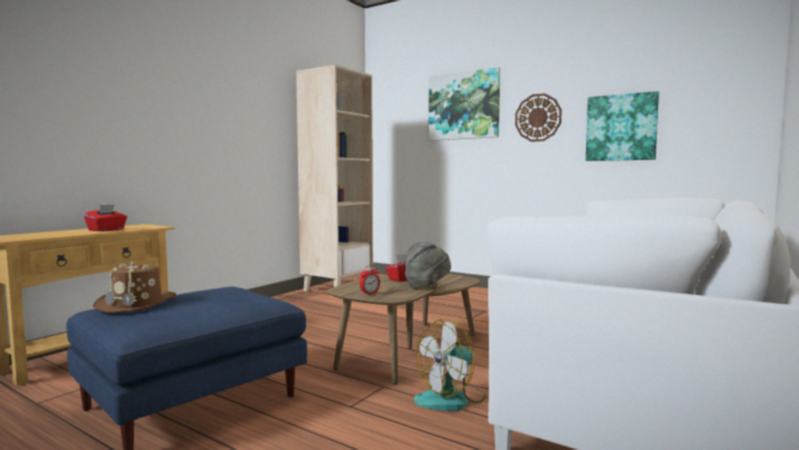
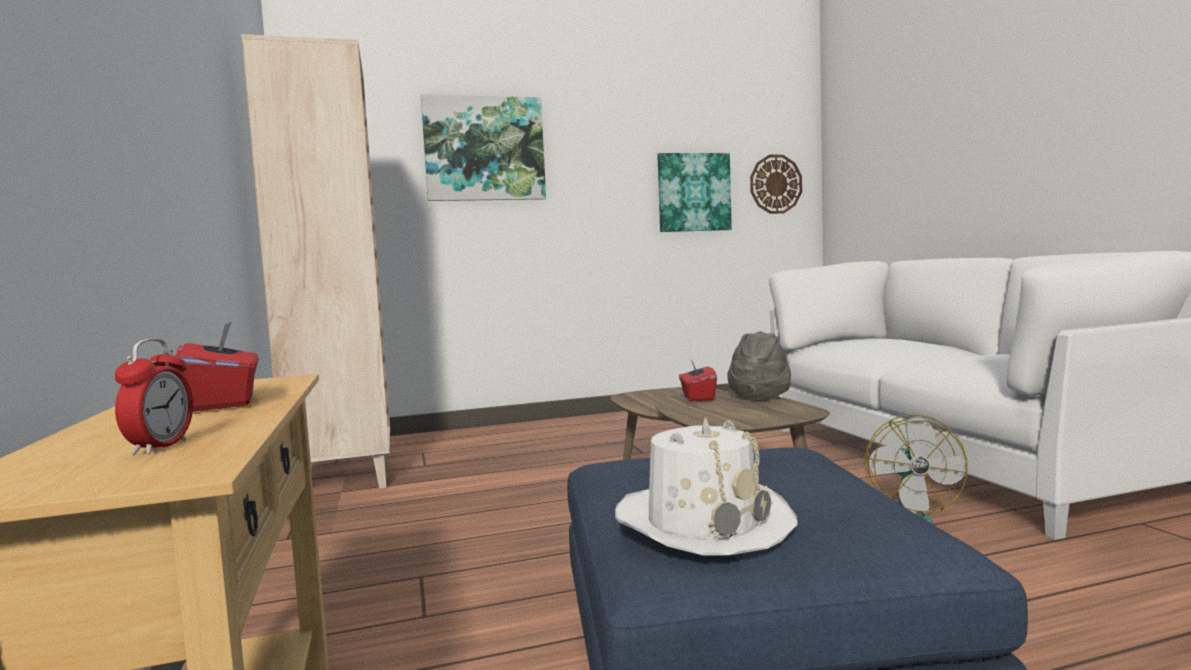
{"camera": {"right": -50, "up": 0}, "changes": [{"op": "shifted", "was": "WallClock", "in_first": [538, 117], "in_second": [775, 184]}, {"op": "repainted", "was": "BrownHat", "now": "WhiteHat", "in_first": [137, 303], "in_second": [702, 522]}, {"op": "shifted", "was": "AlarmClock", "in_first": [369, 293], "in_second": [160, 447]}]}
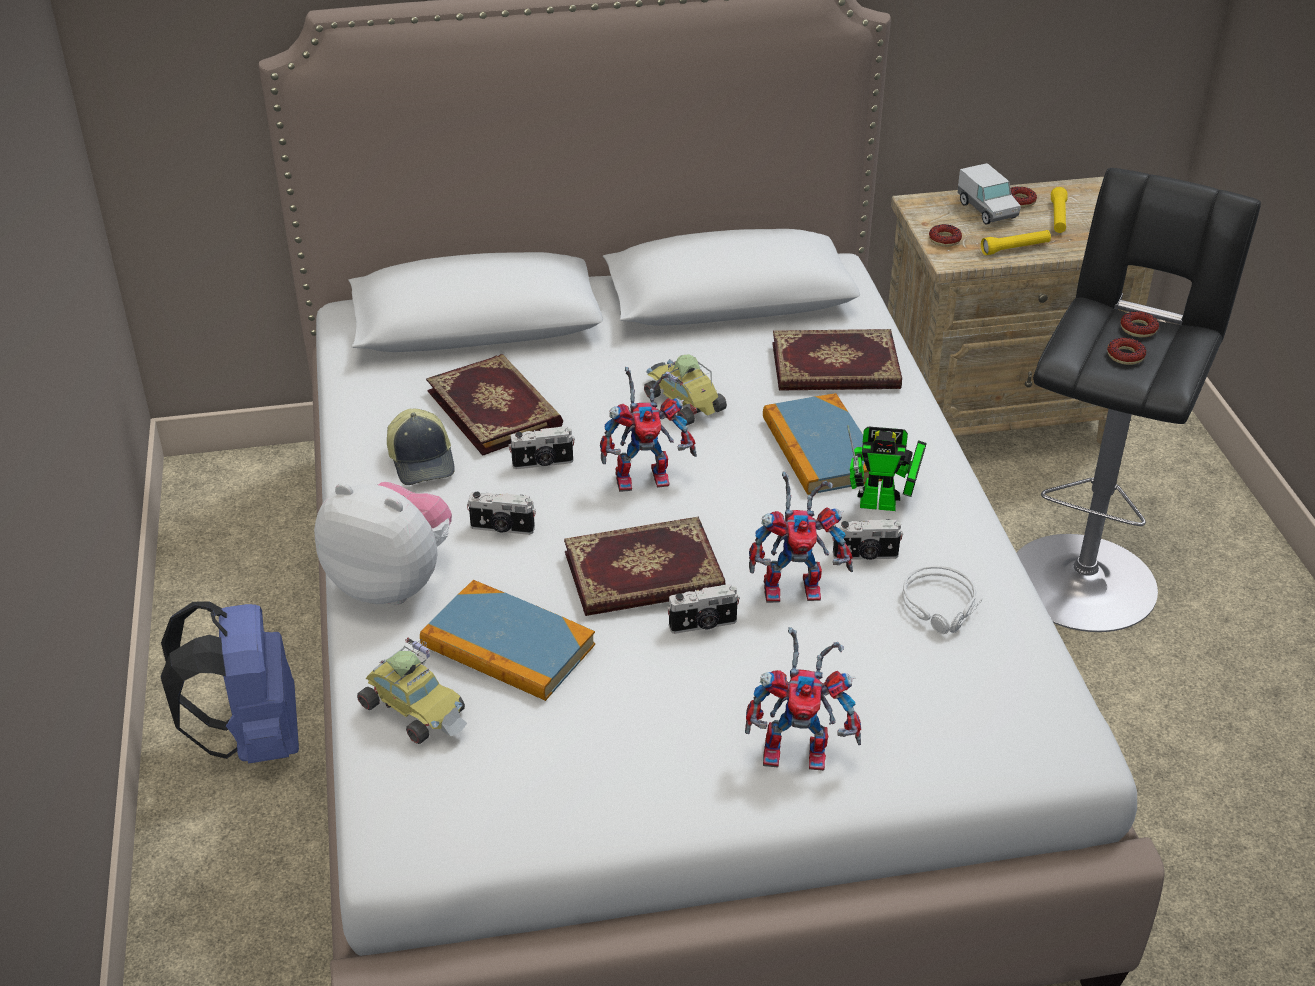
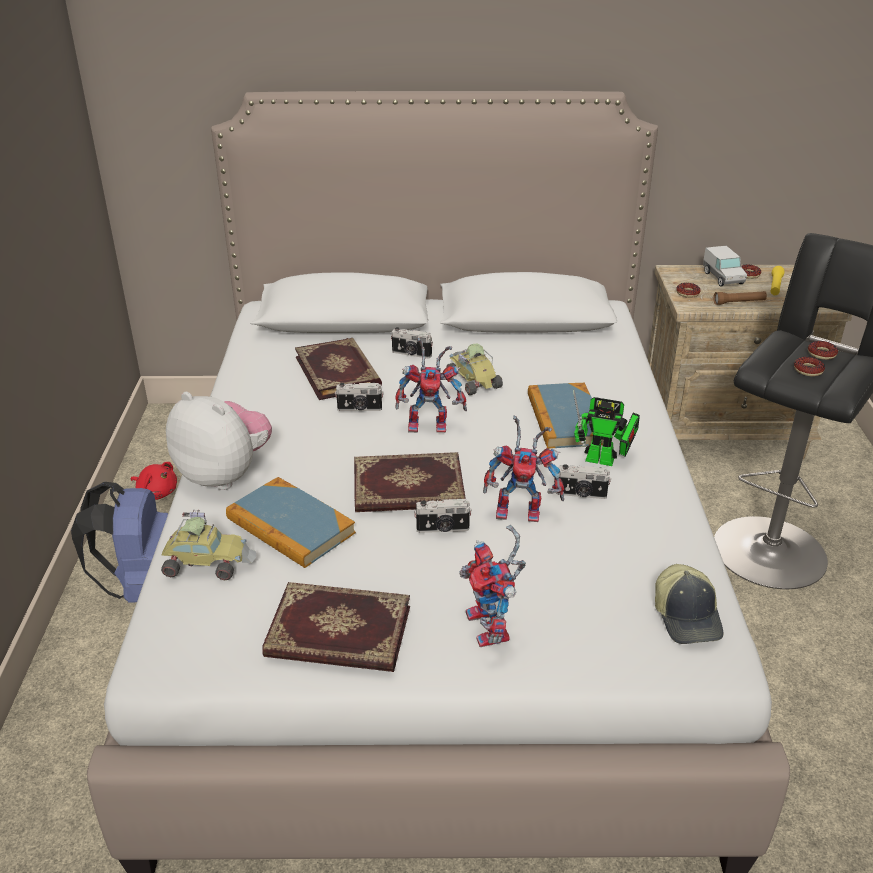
{"camera": {"right": 10, "up": -5}, "changes": [{"op": "repainted", "was": "YellowFlashlight", "now": "BrownFlashlight", "in_first": [1015, 248], "in_second": [739, 302]}, {"op": "shifted", "was": "Book", "in_first": [835, 367], "in_second": [338, 633]}, {"op": "shifted", "was": "Cap", "in_first": [423, 460], "in_second": [687, 616]}, {"op": "shifted", "was": "PhotoCamera", "in_first": [502, 529], "in_second": [411, 354]}, {"op": "gone", "was": "GreyHeadphones", "in_first": [942, 606]}, {"op": "rotated", "was": "ToyRobot", "in_first": [801, 750], "in_second": [493, 630], "clockwise": 60}, {"op": "rotated", "was": "ToyCar", "in_first": [415, 708], "in_second": [207, 562], "clockwise": -45}, {"op": "new", "now": "RedPlushToy", "in_second": [156, 492]}]}
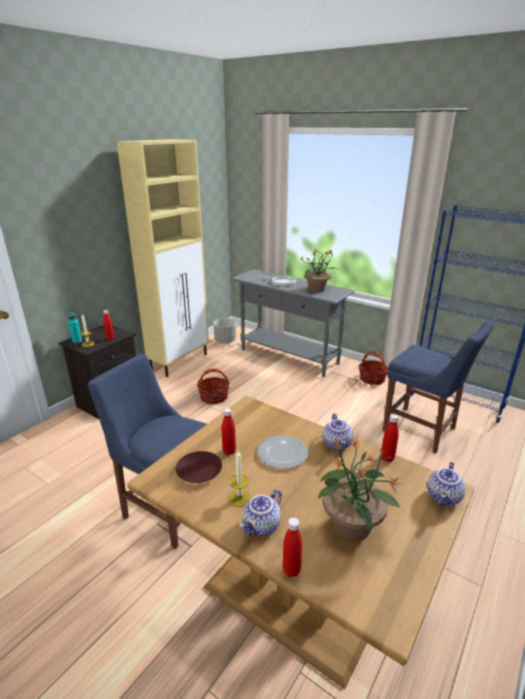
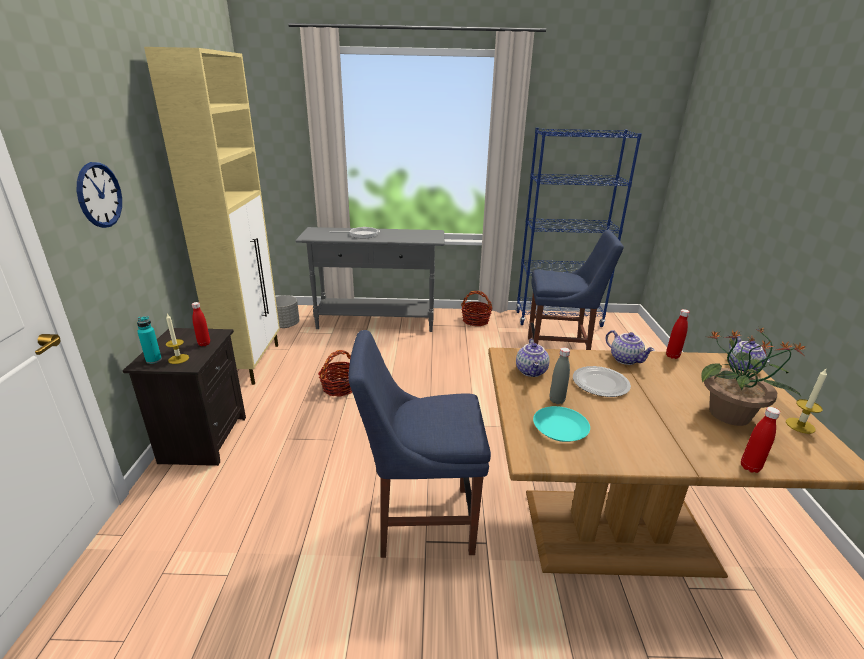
{"camera": {"right": -35, "up": 0}, "changes": [{"op": "gone", "was": "PottedPlant", "in_first": [317, 289]}, {"op": "repainted", "was": "RedBottle", "now": "GreyBottle", "in_first": [229, 451], "in_second": [556, 400]}, {"op": "shifted", "was": "Candle", "in_first": [239, 498], "in_second": [800, 425]}, {"op": "repainted", "was": "BrownPlate", "now": "TurquoisePlate", "in_first": [199, 471], "in_second": [560, 429]}, {"op": "shifted", "was": "Teapot", "in_first": [262, 526], "in_second": [532, 371]}, {"op": "new", "now": "WallClock", "in_second": [99, 195]}]}
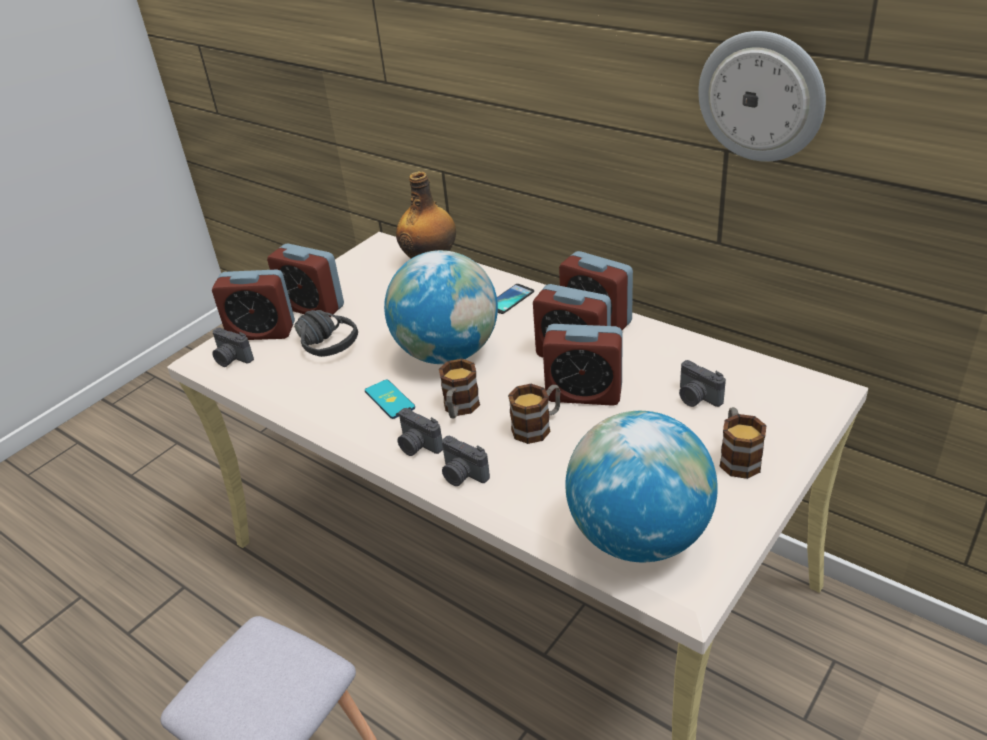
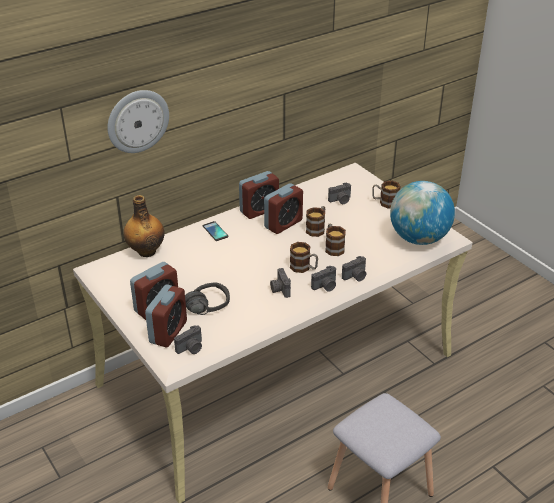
{"camera": {"right": -75, "up": 0}, "changes": [{"op": "shifted", "was": "WallClock", "in_first": [761, 96], "in_second": [137, 121]}, {"op": "gone", "was": "Globe", "in_first": [447, 353]}, {"op": "swapped", "was": "AlarmClock", "now": "Mug", "in_first": [584, 393], "in_second": [317, 228]}, {"op": "swapped", "was": "Phone", "now": "PhotoCamera", "in_first": [389, 399], "in_second": [280, 290]}]}
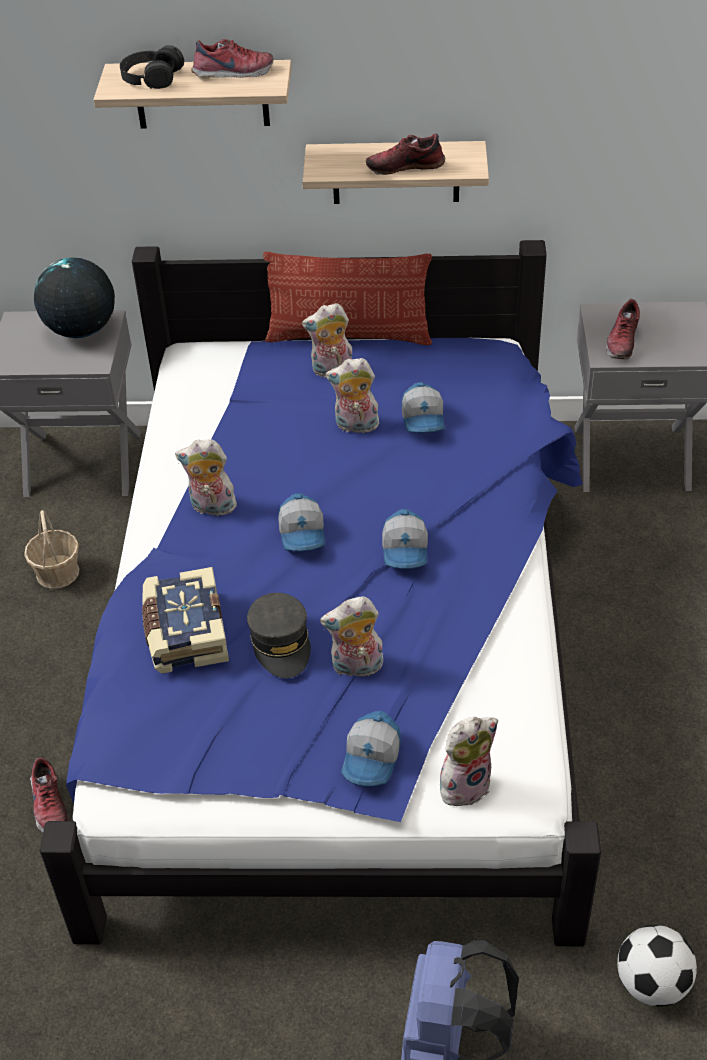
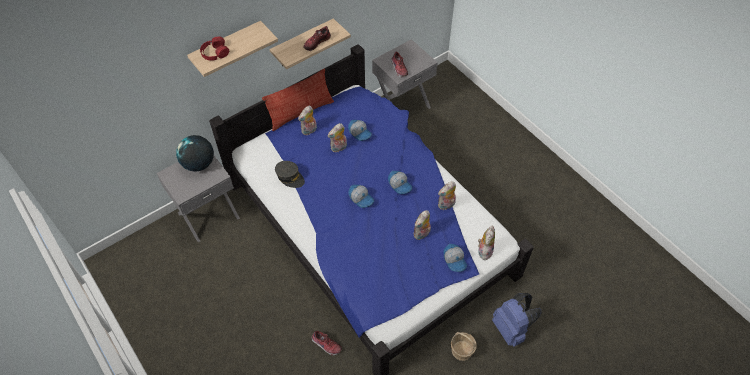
{"camera": {"right": -40, "up": 10}, "changes": [{"op": "gone", "was": "Shoe", "in_first": [233, 73]}, {"op": "repainted", "was": "BlackHeadphones", "now": "RedHeadphones", "in_first": [151, 77], "in_second": [215, 53]}, {"op": "shifted", "was": "PlushToy", "in_first": [211, 508], "in_second": [446, 205]}, {"op": "shifted", "was": "Basket", "in_first": [58, 572], "in_second": [461, 350]}, {"op": "gone", "was": "Book", "in_first": [184, 633]}, {"op": "shifted", "was": "GreyCap", "in_first": [281, 643], "in_second": [290, 177]}, {"op": "gone", "was": "Football", "in_first": [652, 984]}]}
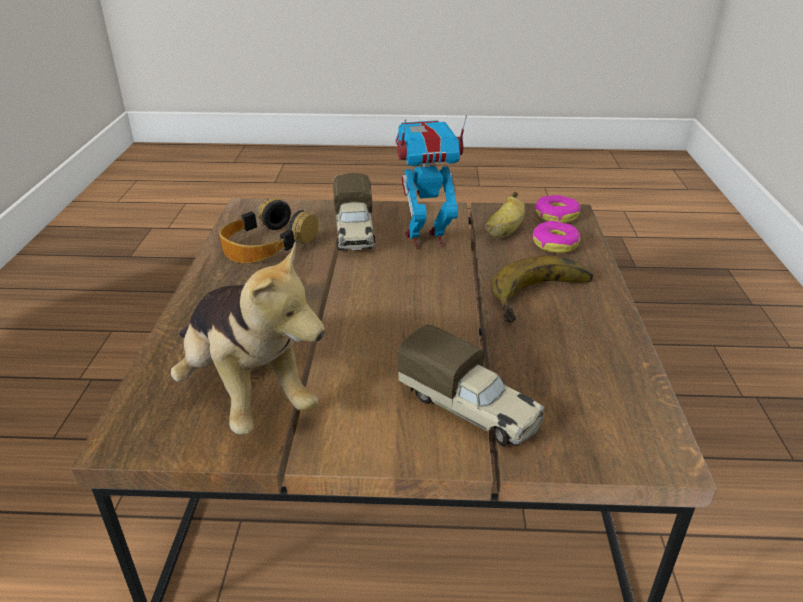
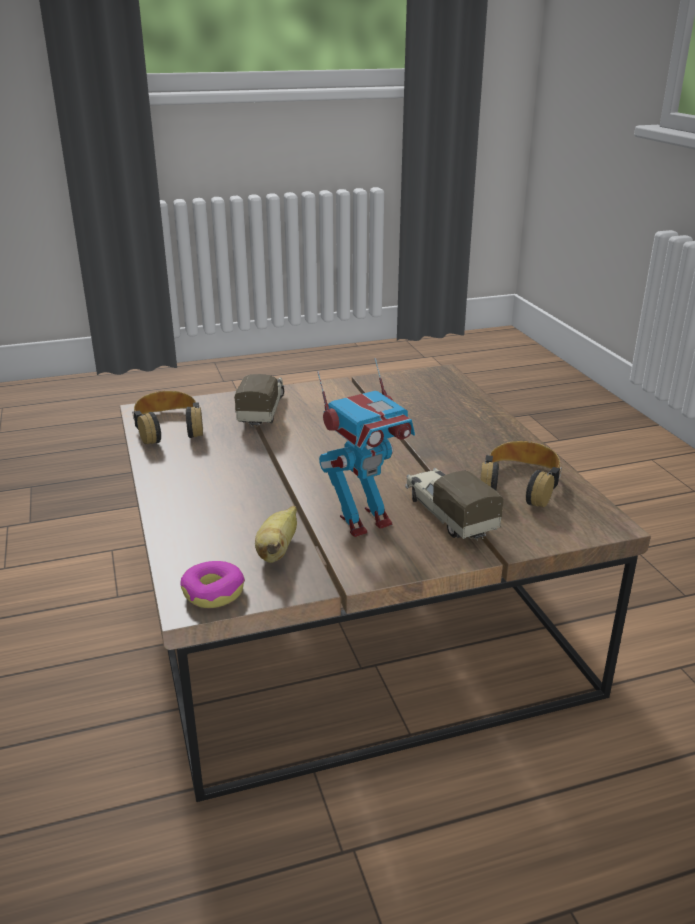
{"camera": {"right": 160, "up": -5}, "changes": [{"op": "gone", "was": "Donut", "in_first": [555, 244]}, {"op": "gone", "was": "PlushToy", "in_first": [245, 392]}, {"op": "gone", "was": "Banana", "in_first": [546, 299]}, {"op": "rotated", "was": "ToyTruck", "in_first": [470, 409], "in_second": [262, 410], "clockwise": 75}, {"op": "new", "now": "Headphones", "in_second": [169, 427]}]}
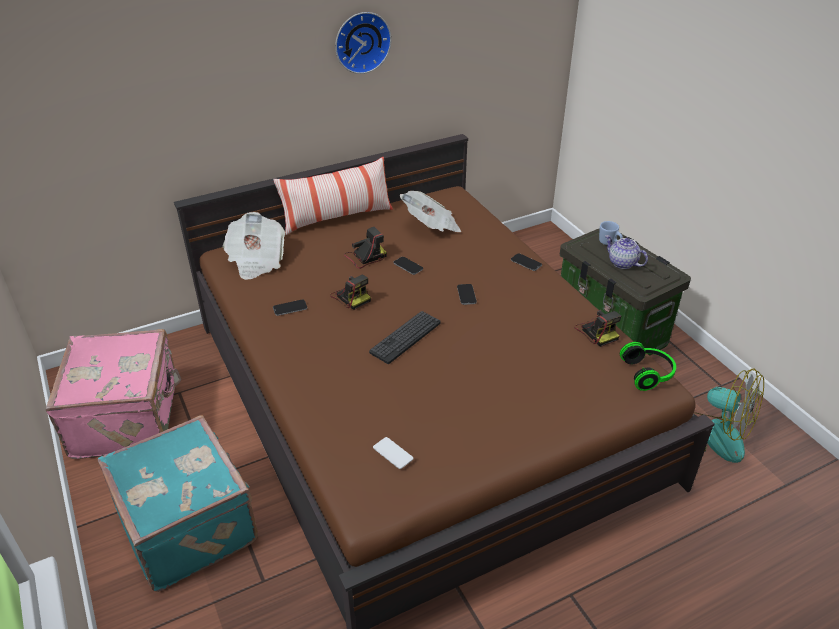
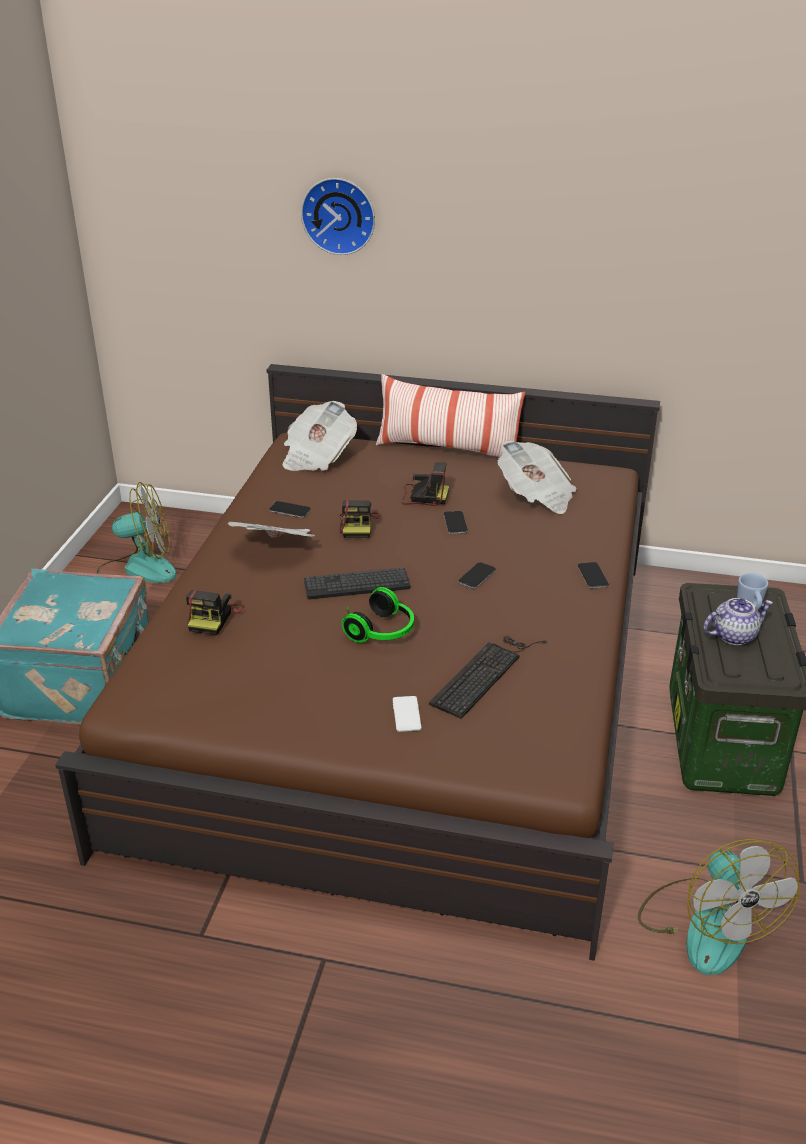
{"camera": {"right": 40, "up": -5}, "changes": [{"op": "shifted", "was": "WallClock", "in_first": [361, 41], "in_second": [339, 215]}, {"op": "rotated", "was": "Teapot", "in_first": [622, 263], "in_second": [734, 635], "clockwise": 75}, {"op": "shifted", "was": "PhotoCamera", "in_first": [596, 331], "in_second": [214, 618]}, {"op": "swapped", "was": "PinkSuitcase", "now": "Fan", "in_first": [129, 417], "in_second": [137, 571]}, {"op": "shifted", "was": "Headphones", "in_first": [648, 374], "in_second": [383, 632]}, {"op": "shifted", "was": "Phone", "in_first": [393, 453], "in_second": [406, 714]}, {"op": "new", "now": "Newspaper", "in_second": [277, 549]}, {"op": "new", "now": "Keyboard", "in_second": [485, 673]}]}
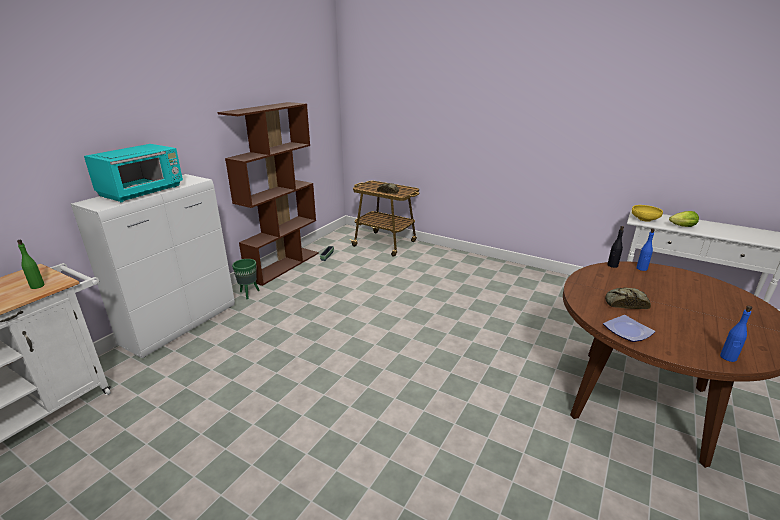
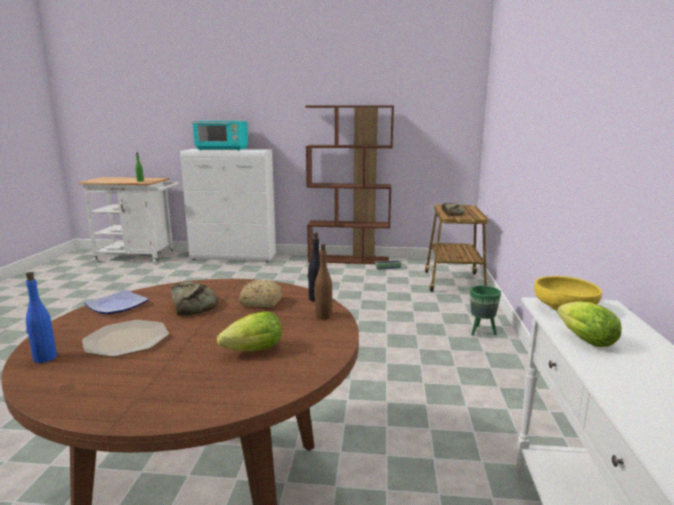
{"camera": {"right": 65, "up": -10}, "changes": [{"op": "repainted", "was": "BlueBottle", "now": "BrownBottle", "in_first": [641, 268], "in_second": [323, 316]}, {"op": "shifted", "was": "GreenPlanter", "in_first": [248, 294], "in_second": [481, 332]}, {"op": "new", "now": "Bread", "in_second": [260, 302]}, {"op": "new", "now": "Lettuce", "in_second": [250, 351]}, {"op": "new", "now": "Plate", "in_second": [126, 339]}]}
